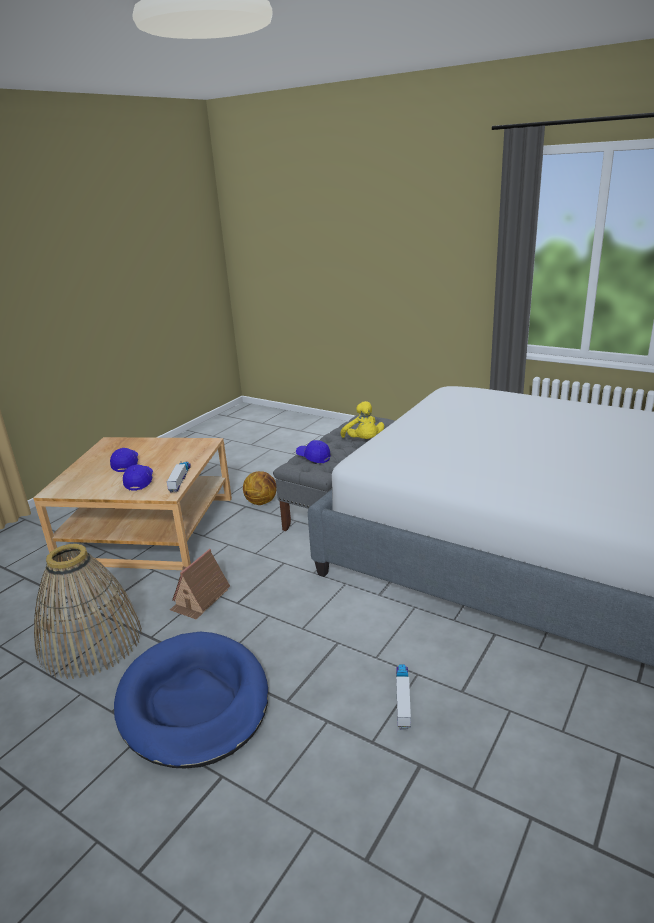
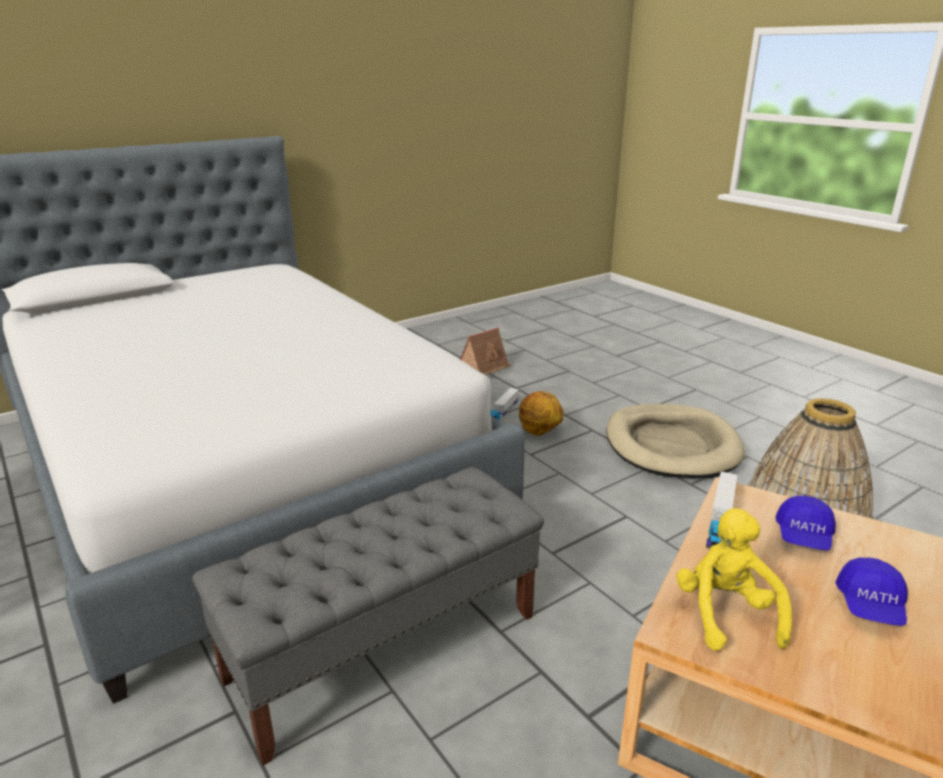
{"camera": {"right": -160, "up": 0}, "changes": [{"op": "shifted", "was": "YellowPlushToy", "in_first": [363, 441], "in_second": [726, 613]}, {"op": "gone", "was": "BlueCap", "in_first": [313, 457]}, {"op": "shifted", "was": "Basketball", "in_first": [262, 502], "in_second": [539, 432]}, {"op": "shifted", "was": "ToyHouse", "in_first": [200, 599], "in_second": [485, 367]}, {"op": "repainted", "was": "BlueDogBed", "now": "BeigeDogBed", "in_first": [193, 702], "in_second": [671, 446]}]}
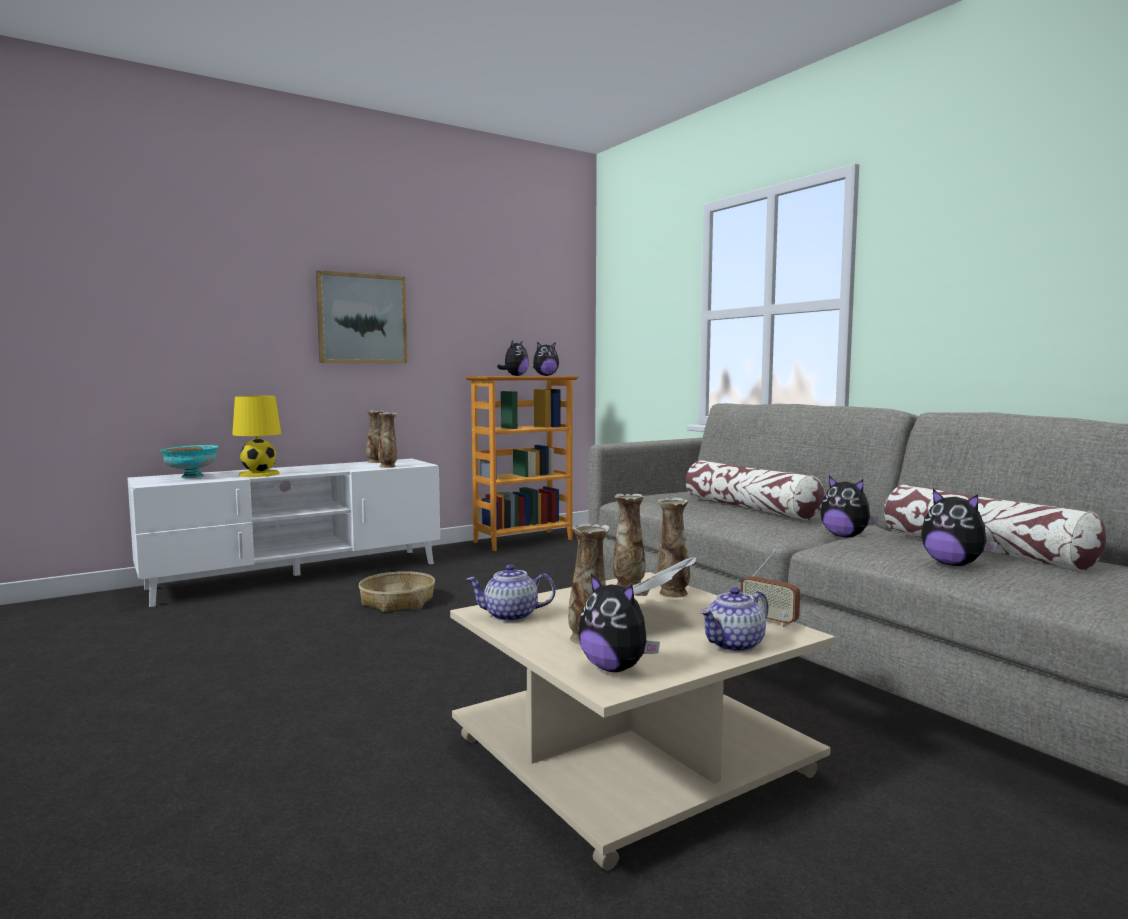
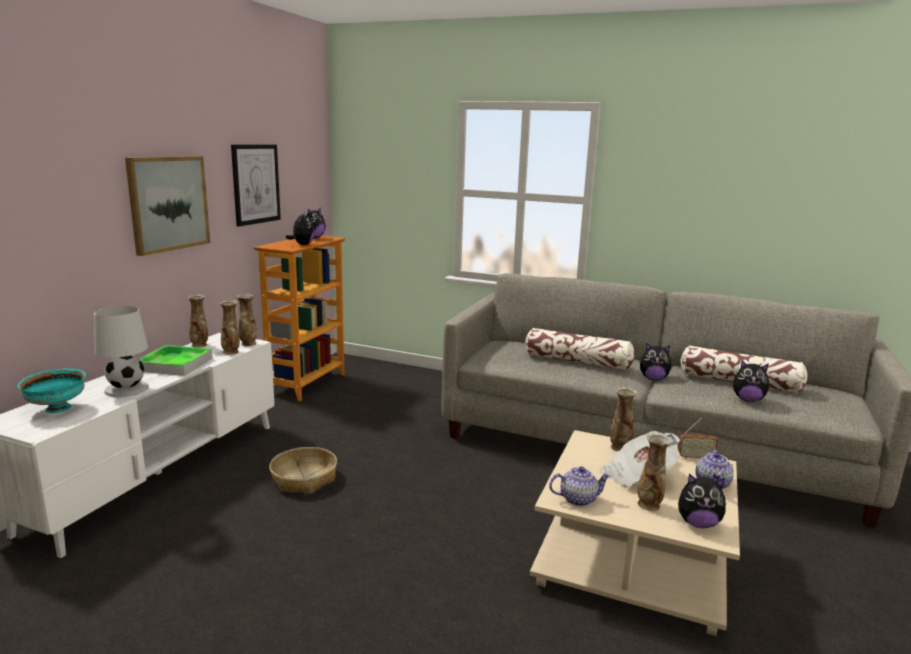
{"camera": {"right": -35, "up": 10}, "changes": [{"op": "repainted", "was": "YellowTableLamp", "now": "WhiteTableLamp", "in_first": [258, 474], "in_second": [126, 389]}, {"op": "shifted", "was": "Vase", "in_first": [628, 586], "in_second": [248, 344]}, {"op": "rotated", "was": "Teapot", "in_first": [510, 616], "in_second": [578, 499], "clockwise": -150}, {"op": "new", "now": "Picture", "in_second": [256, 184]}, {"op": "new", "now": "Tray", "in_second": [175, 364]}]}
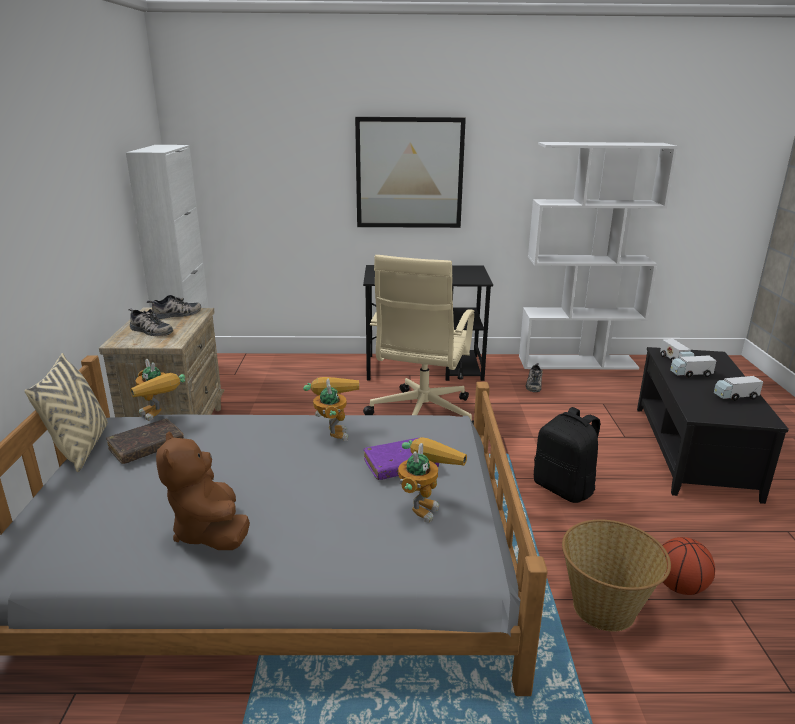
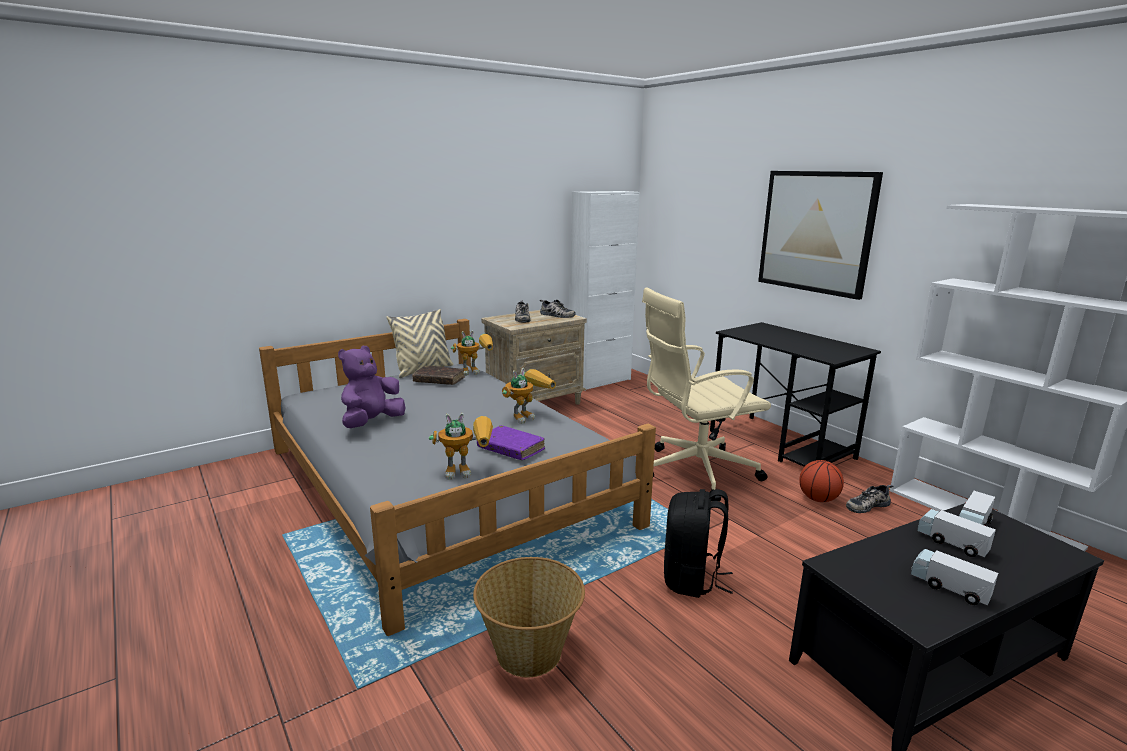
{"camera": {"right": 55, "up": -5}, "changes": [{"op": "rotated", "was": "ToyRobot", "in_first": [160, 417], "in_second": [476, 371], "clockwise": -120}, {"op": "repainted", "was": "BrownPlushToy", "now": "PurplePlushToy", "in_first": [210, 532], "in_second": [372, 423]}, {"op": "shifted", "was": "Basketball", "in_first": [679, 587], "in_second": [818, 499]}]}
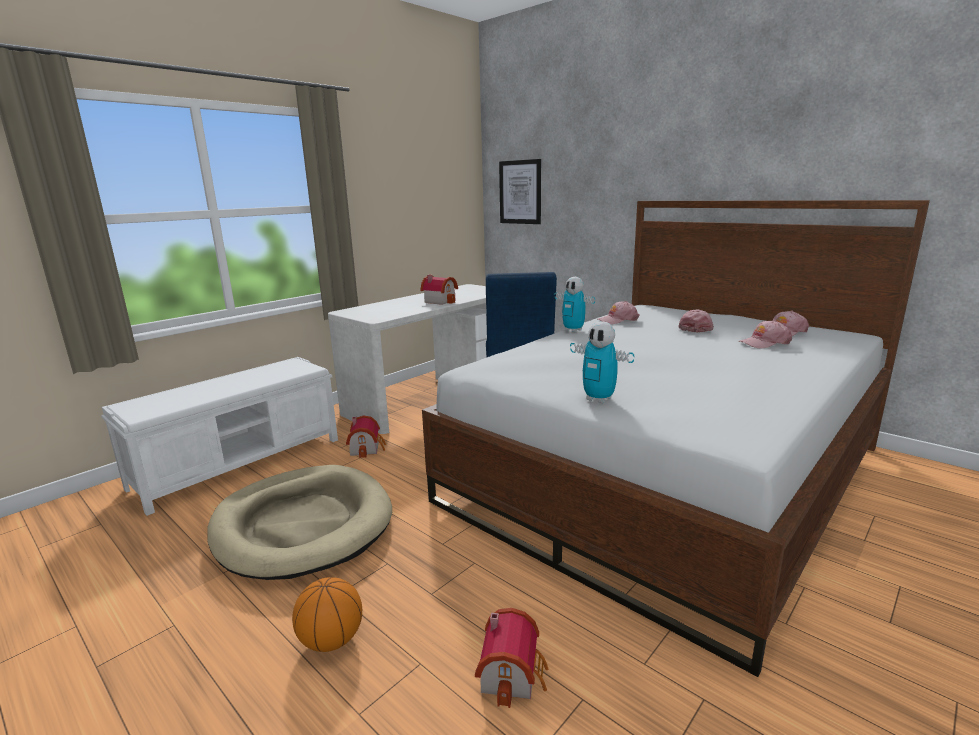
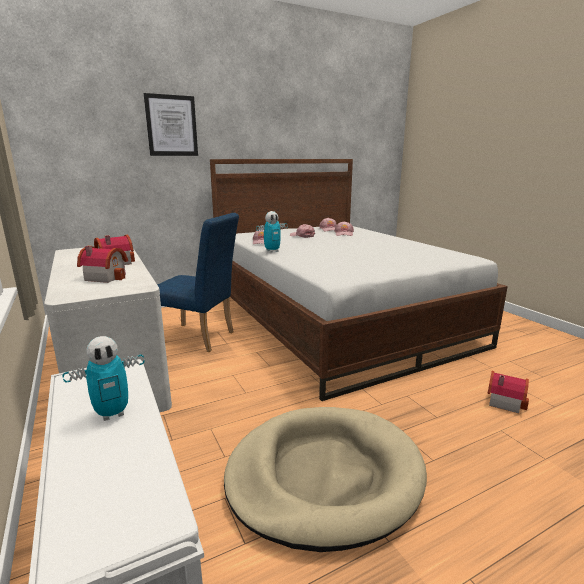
{"camera": {"right": -70, "up": 0}, "changes": [{"op": "shifted", "was": "Picture", "in_first": [520, 192], "in_second": [171, 126]}, {"op": "shifted", "was": "ToyRobot", "in_first": [598, 399], "in_second": [112, 413]}, {"op": "shifted", "was": "ToyHouse", "in_first": [367, 448], "in_second": [106, 277]}, {"op": "gone", "was": "Basketball", "in_first": [332, 640]}]}
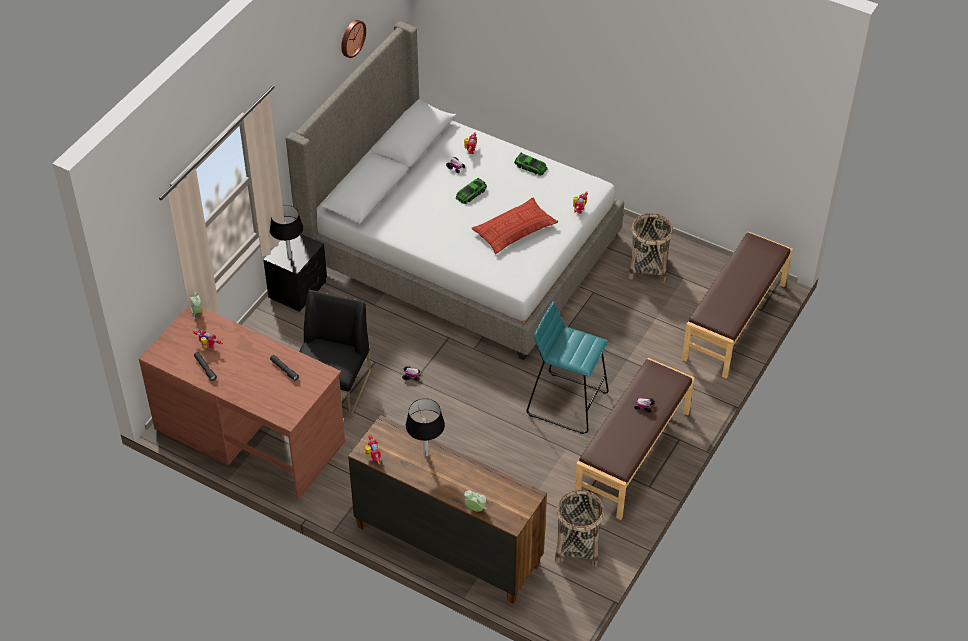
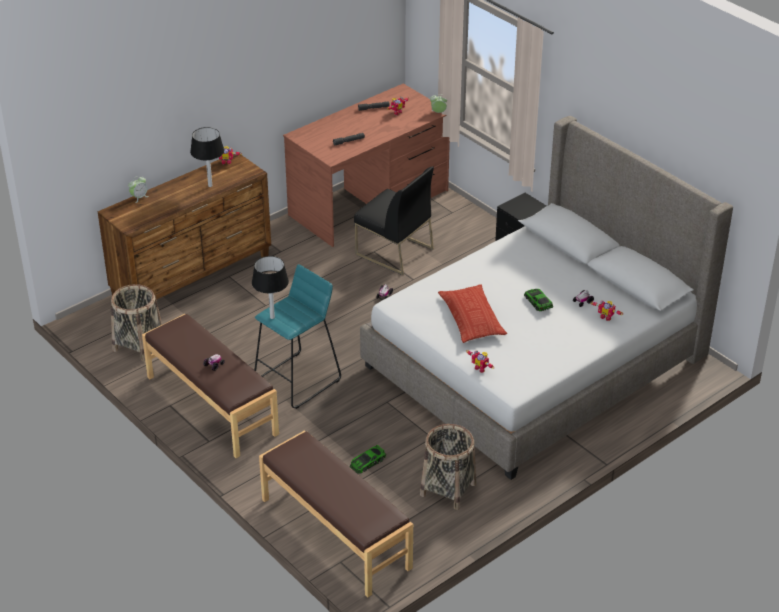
{"camera": {"right": 110, "up": -10}, "changes": [{"op": "gone", "was": "WallClock", "in_first": [351, 38]}, {"op": "shifted", "was": "ToyCar", "in_first": [531, 166], "in_second": [367, 462]}, {"op": "shifted", "was": "BlackTableLamp", "in_first": [289, 257], "in_second": [272, 317]}]}
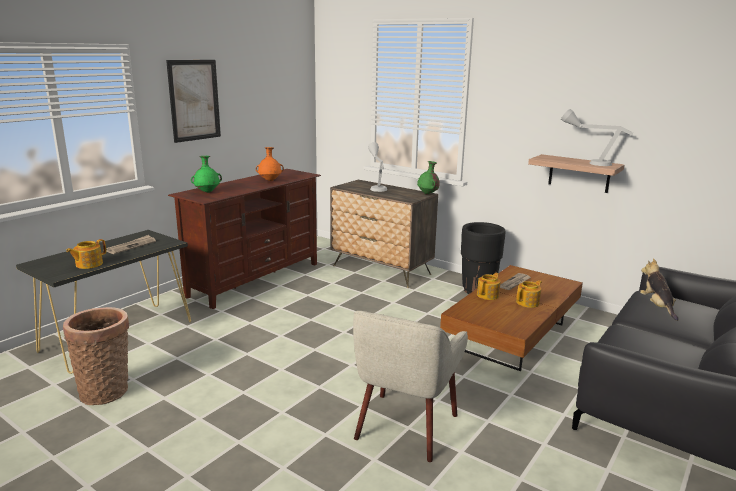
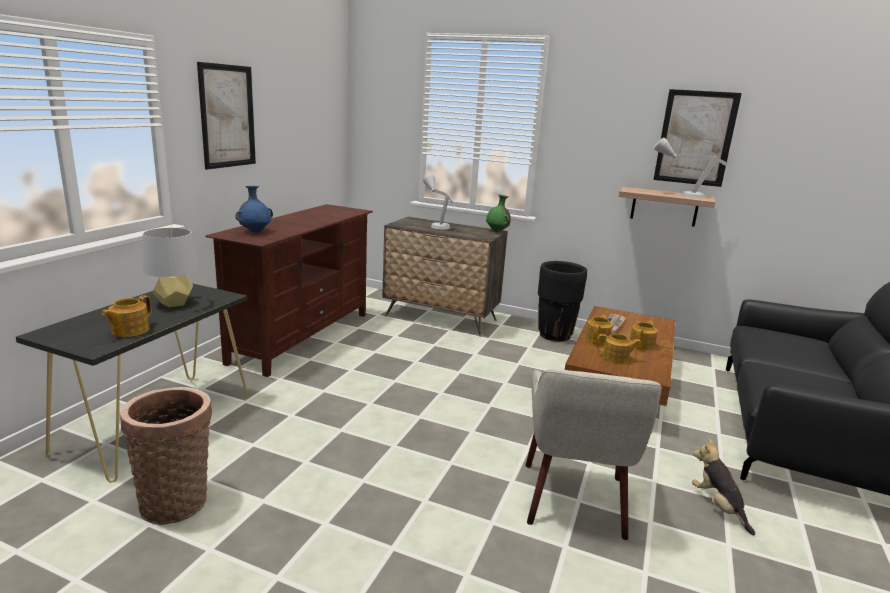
{"camera": {"right": -15, "up": 0}, "changes": [{"op": "gone", "was": "OrangeVase", "in_first": [270, 180]}, {"op": "repainted", "was": "GreenVase", "now": "BlueVase", "in_first": [207, 192], "in_second": [255, 231]}, {"op": "swapped", "was": "Newspaper", "now": "GreyTableLamp", "in_first": [131, 246], "in_second": [174, 303]}, {"op": "shifted", "was": "PlushToy", "in_first": [657, 306], "in_second": [718, 506]}, {"op": "new", "now": "Picture", "in_second": [695, 138]}, {"op": "new", "now": "Teapot", "in_second": [616, 358]}]}
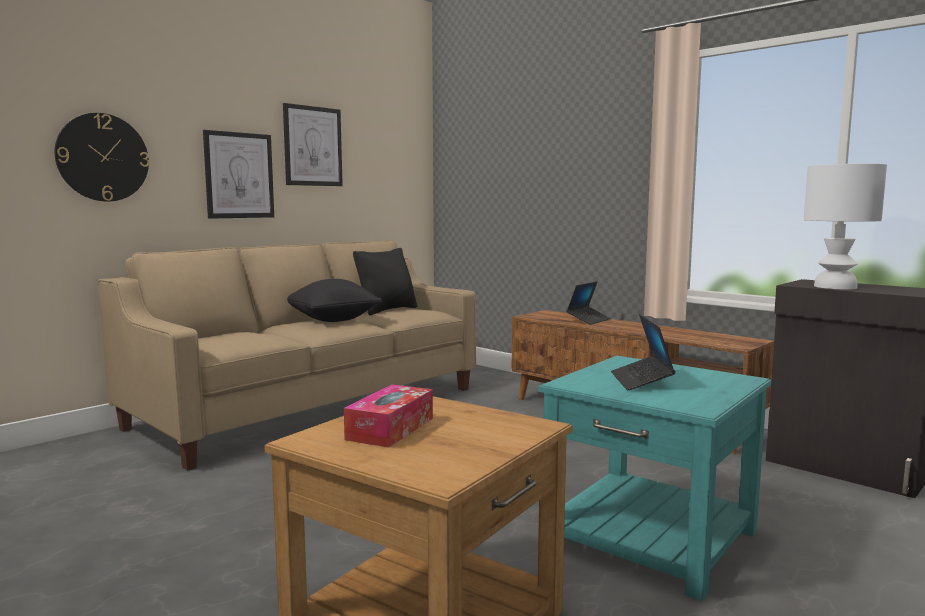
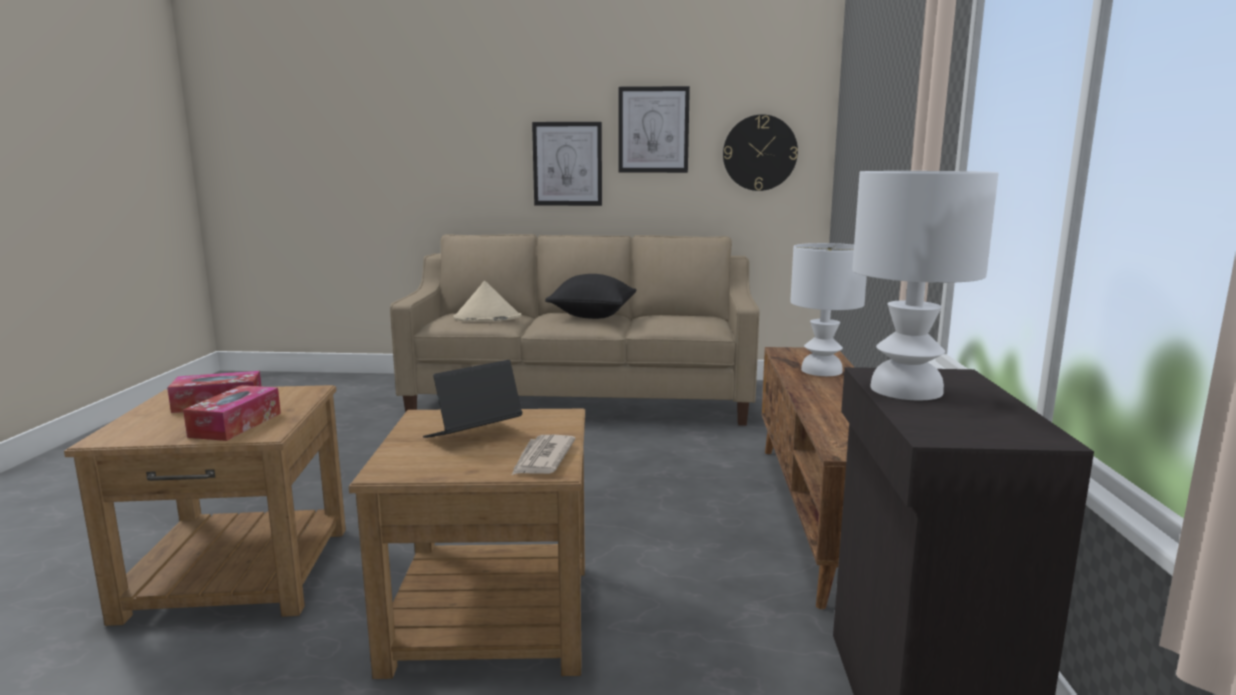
{"camera": {"right": 50, "up": 5}, "changes": [{"op": "shifted", "was": "WallClock", "in_first": [103, 157], "in_second": [759, 153]}, {"op": "gone", "was": "BlackPillow", "in_first": [387, 310]}, {"op": "swapped", "was": "Laptop", "now": "WhiteTableLamp", "in_first": [588, 320], "in_second": [822, 371]}, {"op": "repainted", "was": "TurquoiseSideTable", "now": "BrownSideTable", "in_first": [650, 537], "in_second": [490, 616]}, {"op": "new", "now": "BeigeHat", "in_second": [487, 318]}, {"op": "new", "now": "TissueBox", "in_second": [236, 424]}, {"op": "new", "now": "Newspaper", "in_second": [542, 459]}]}
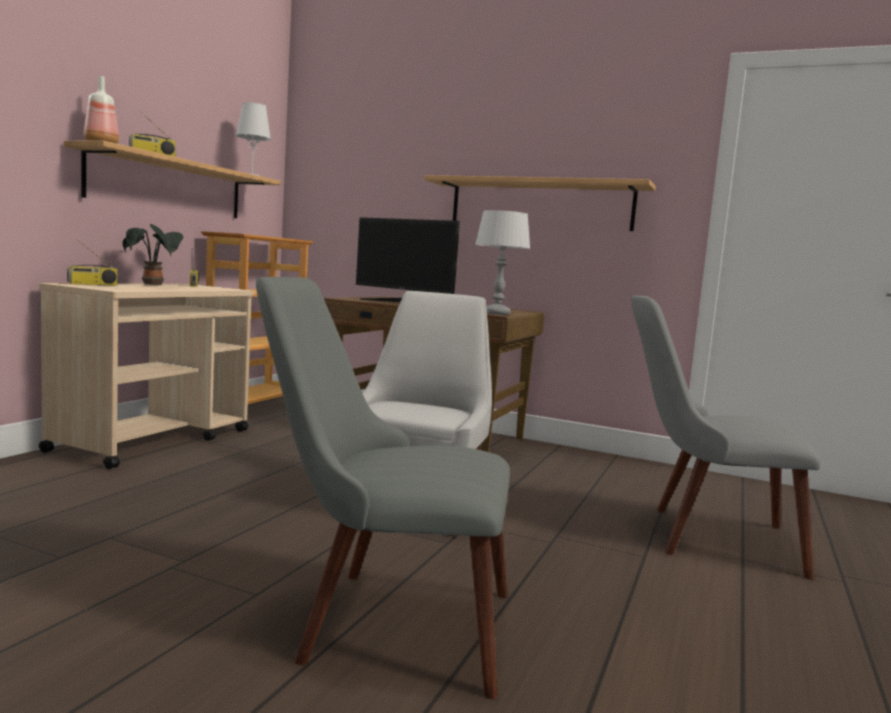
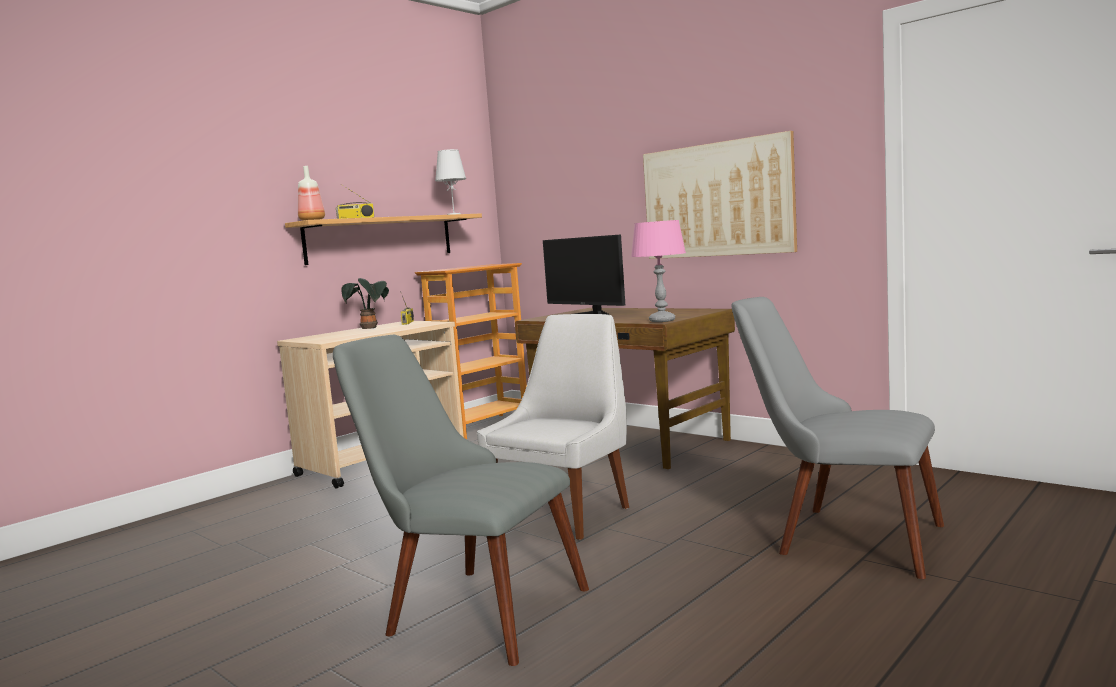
{"camera": {"right": 20, "up": 0}, "changes": [{"op": "swapped", "was": "Shelf", "now": "Picture", "in_first": [540, 205], "in_second": [717, 200]}, {"op": "repainted", "was": "GreyTableLamp", "now": "PinkTableLamp", "in_first": [496, 313], "in_second": [662, 320]}, {"op": "gone", "was": "Radio", "in_first": [92, 284]}]}
